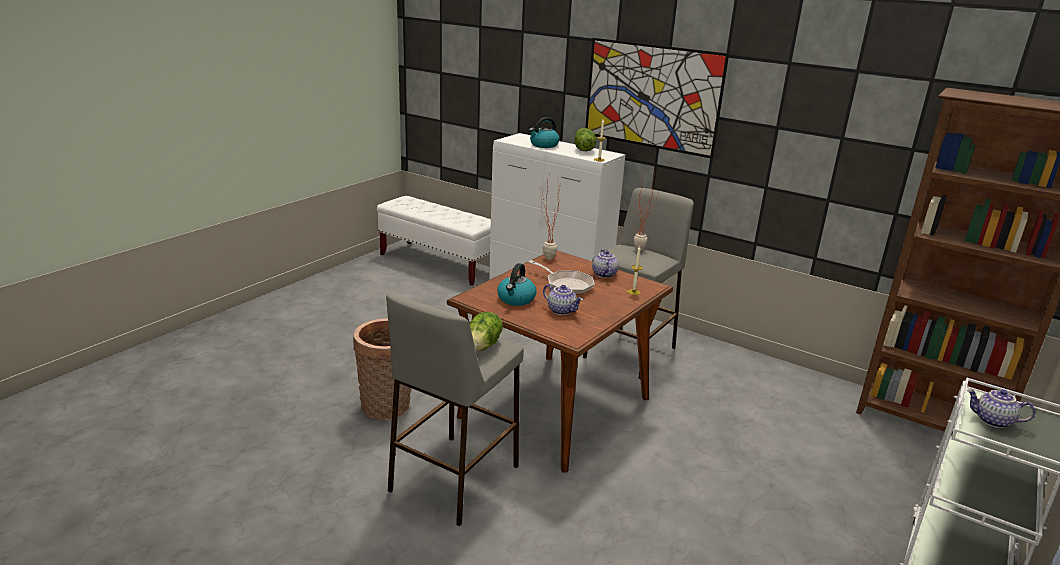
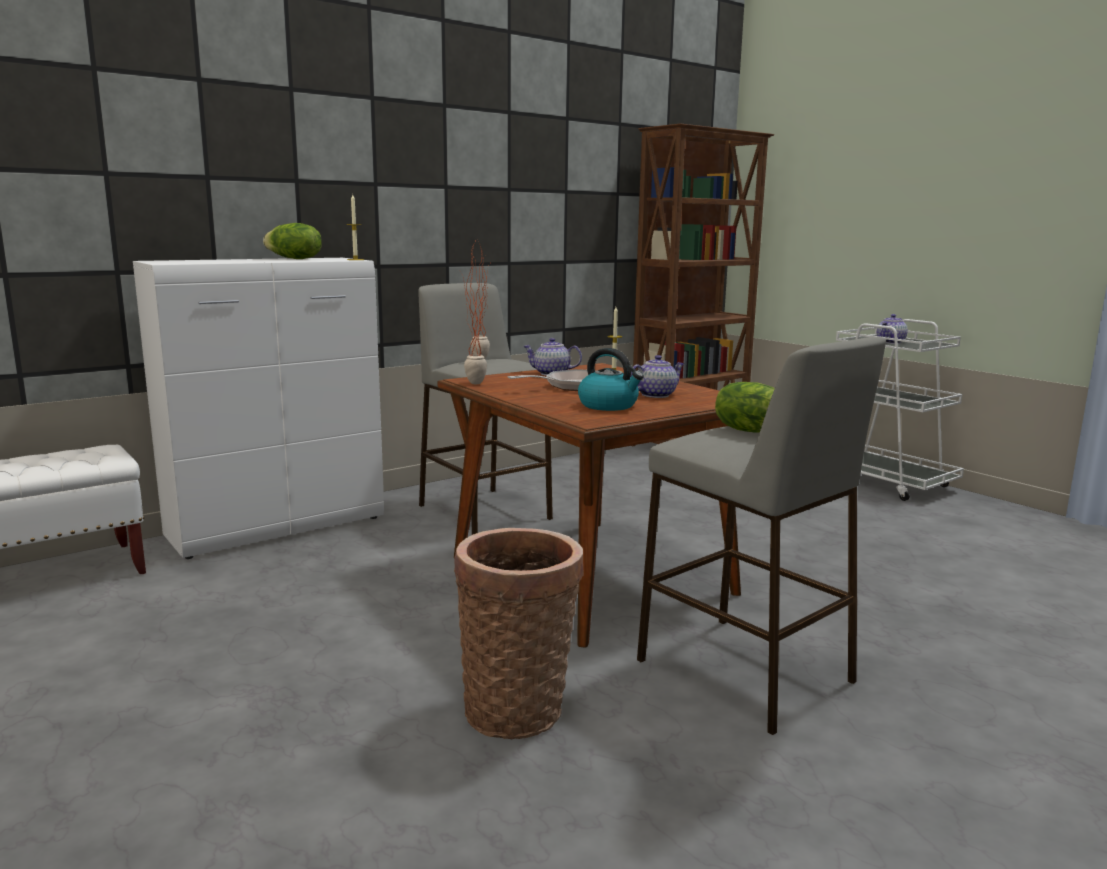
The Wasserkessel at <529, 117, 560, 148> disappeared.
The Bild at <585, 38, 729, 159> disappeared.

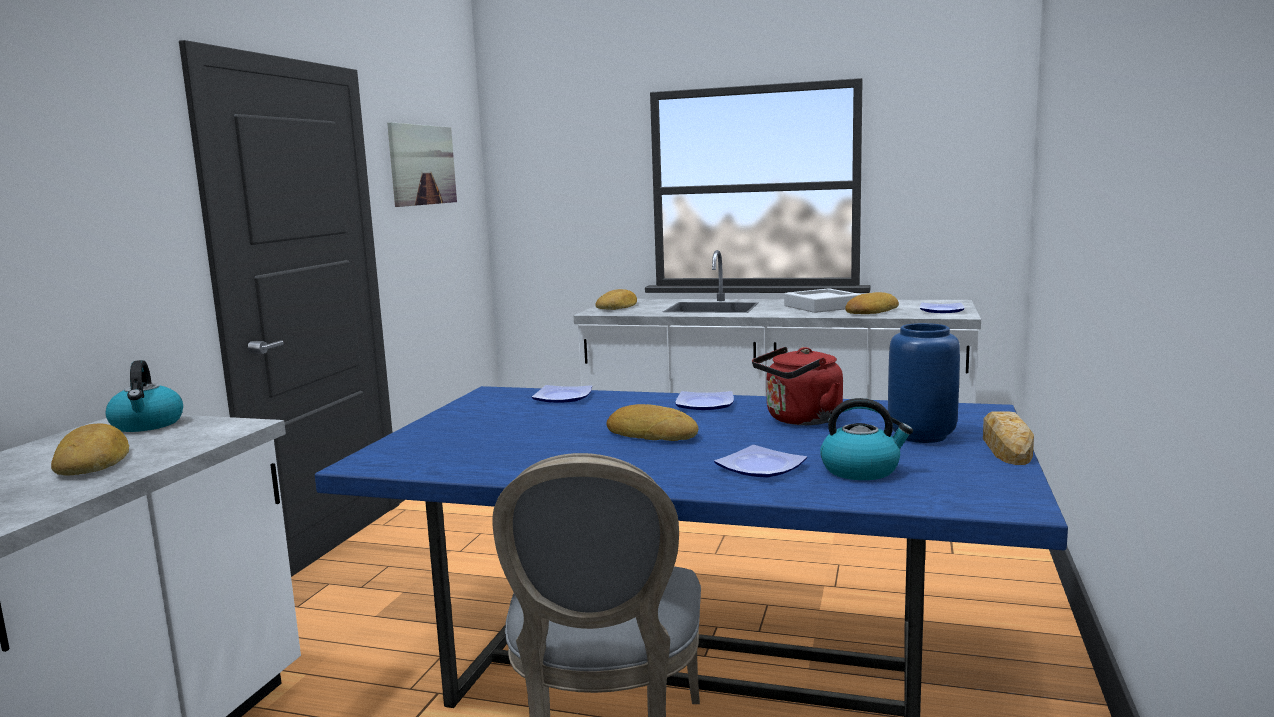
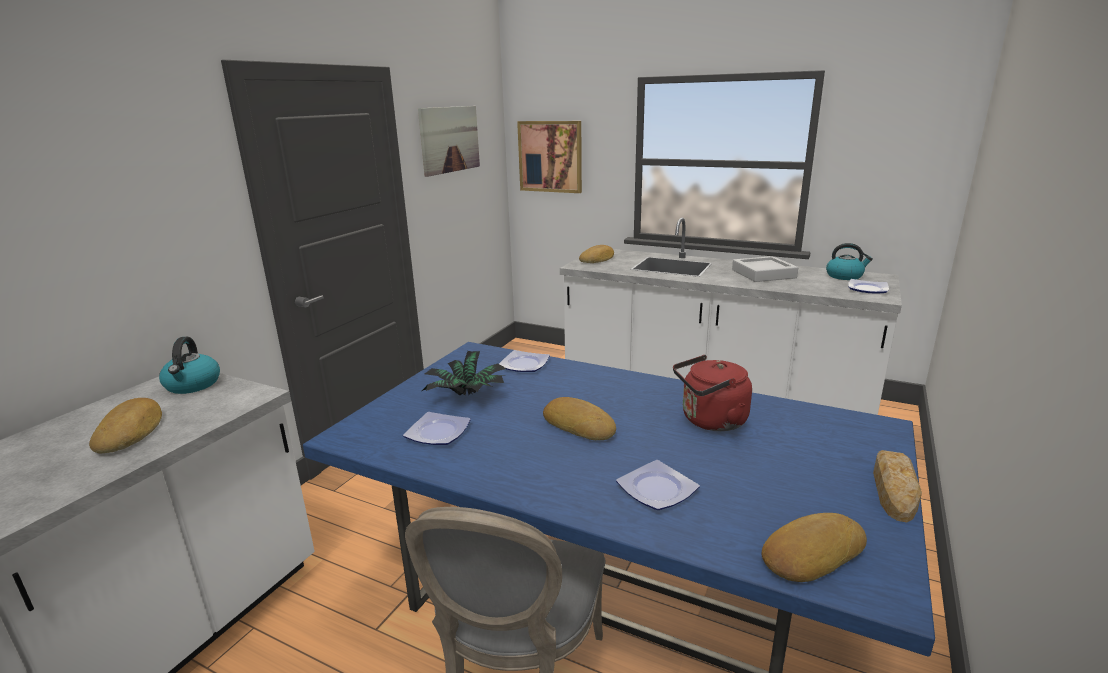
The Teller moved from <676, 391, 734, 410> to <403, 412, 471, 445>.
The Topfpflanze at <422, 351, 507, 395> appeared.
The Bild at <517, 121, 582, 193> appeared.
The Brot moved from <845, 292, 899, 314> to <762, 513, 867, 582>.
The Wasserkessel moved from <820, 398, 913, 480> to <826, 243, 873, 280>.
The Vase/blau at <888, 323, 960, 443> disappeared.

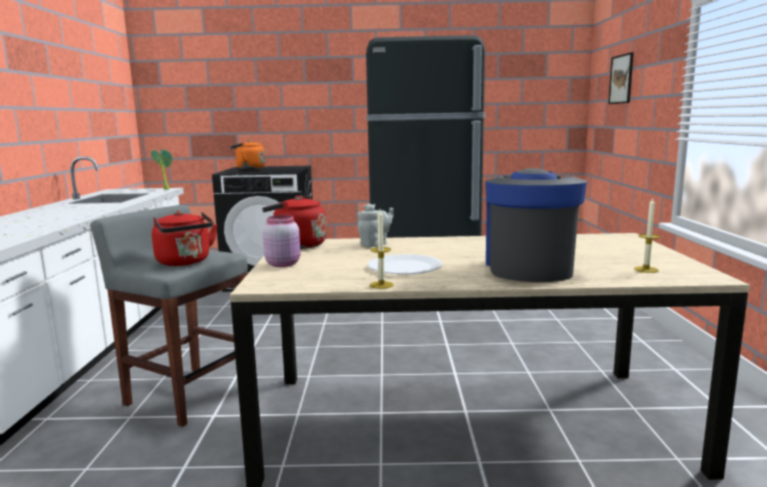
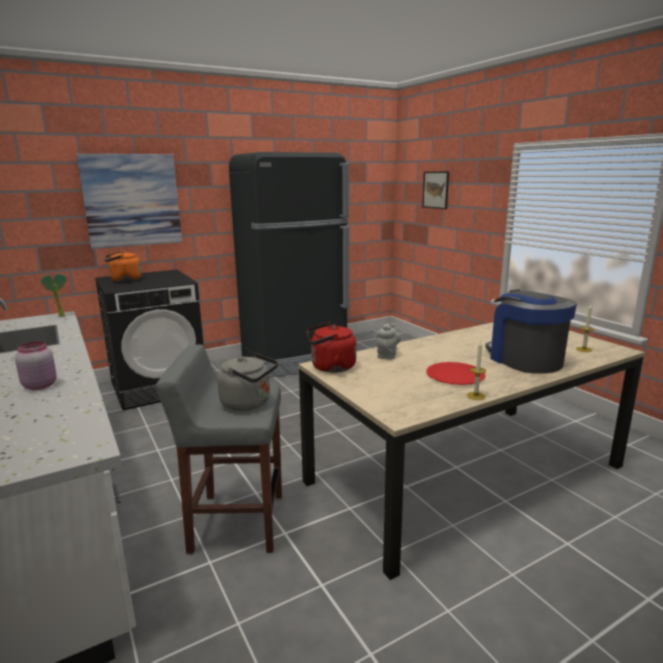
The Vorratsglas/rosa moved from <263, 215, 300, 267> to <15, 341, 57, 390>.
The Bild at <76, 154, 182, 249> appeared.
The Wasserkessel/rot at <152, 211, 217, 266> became the Wasserkessel/grau at <217, 353, 278, 411>.
The Teller/weiß at <367, 254, 442, 275> became the Teller/rot at <426, 362, 485, 385>.

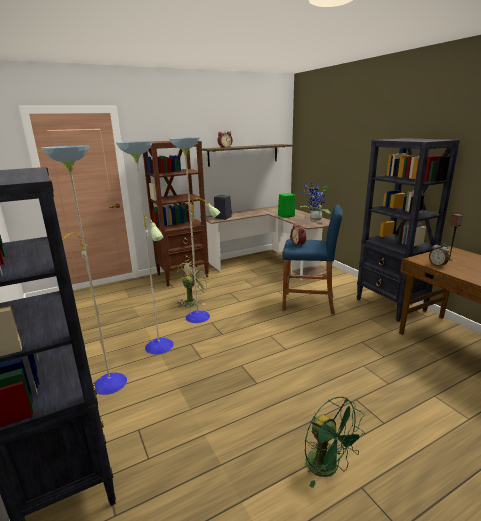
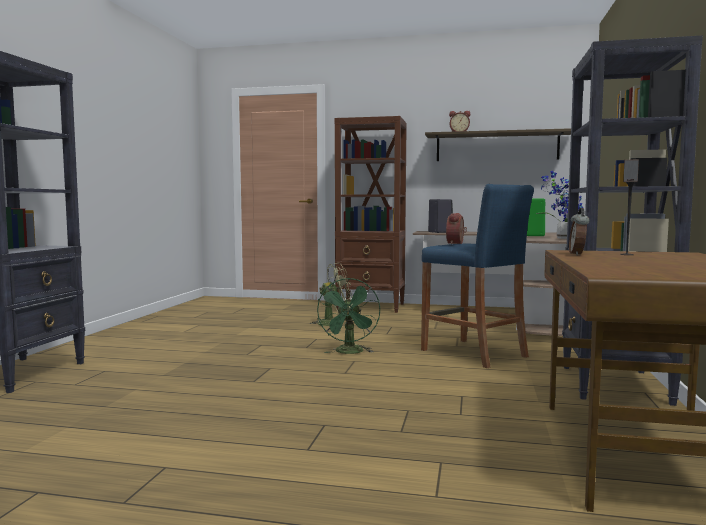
The Ventilator/grün moved from <305, 397, 365, 488> to <317, 278, 380, 354>.
The Stehlampe at <42, 137, 220, 395> disappeared.

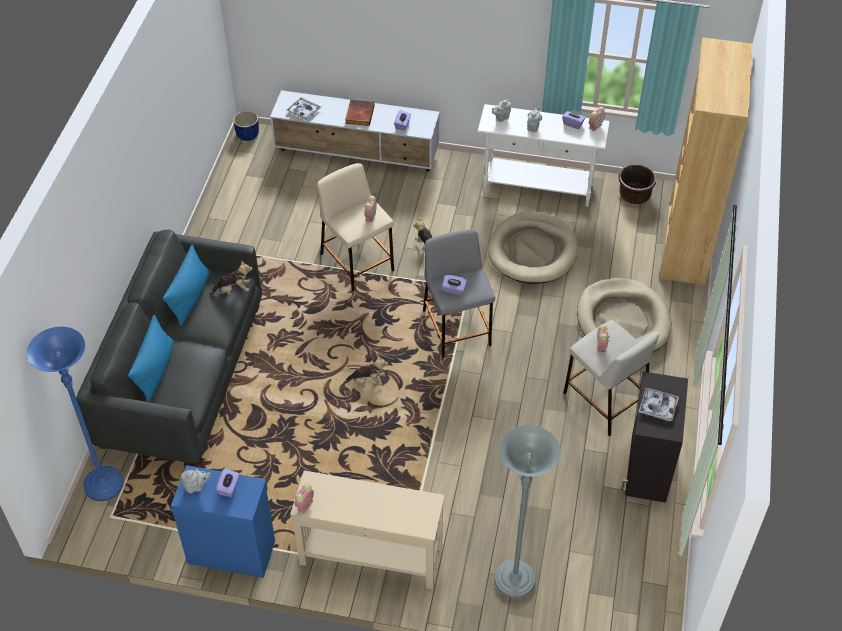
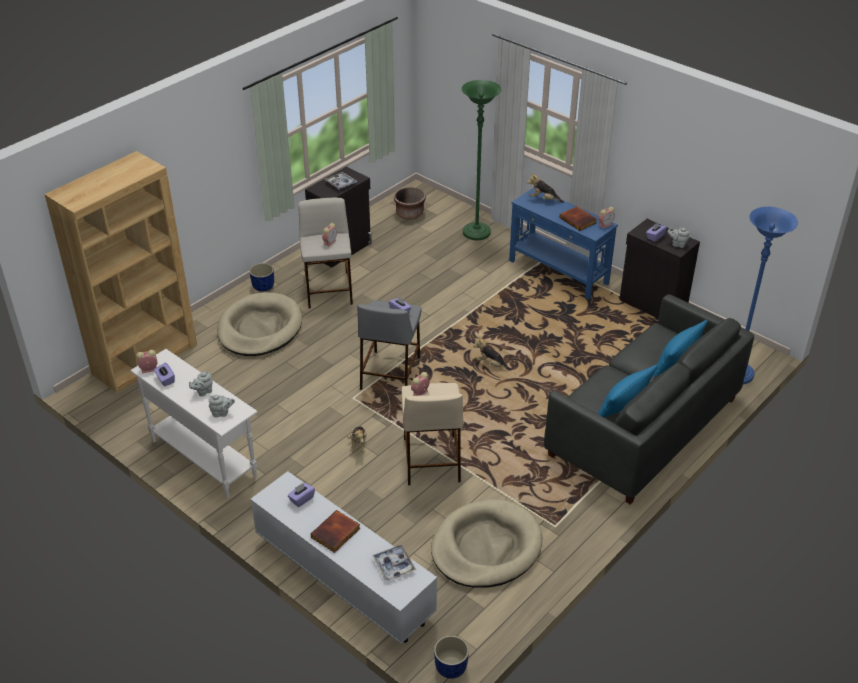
The Pflanzkübel/blau at <249, 263, 274, 292> appeared.
The Pflanzkübel/braun moved from <618, 164, 656, 204> to <394, 187, 426, 220>.
The Hundebett/beige moved from <488, 211, 578, 284> to <431, 499, 542, 588>.
The Stehlampe/grau at <494, 425, 561, 598> became the Stehlampe/grün at <462, 80, 501, 240>.
The Konsolentisch/beige at <290, 470, 445, 589> became the Konsolentisch/blau at <509, 187, 618, 300>.
The Plüschtier moved from <209, 261, 252, 295> to <527, 173, 564, 203>.
The Buch at <560, 206, 597, 231> appeared.
The Schrank/blau at <171, 465, 275, 578> became the Schrank/schwarz at <619, 219, 700, 319>.

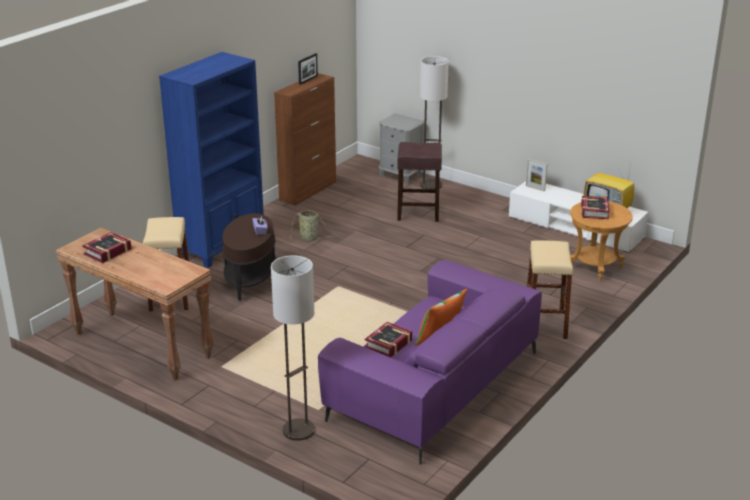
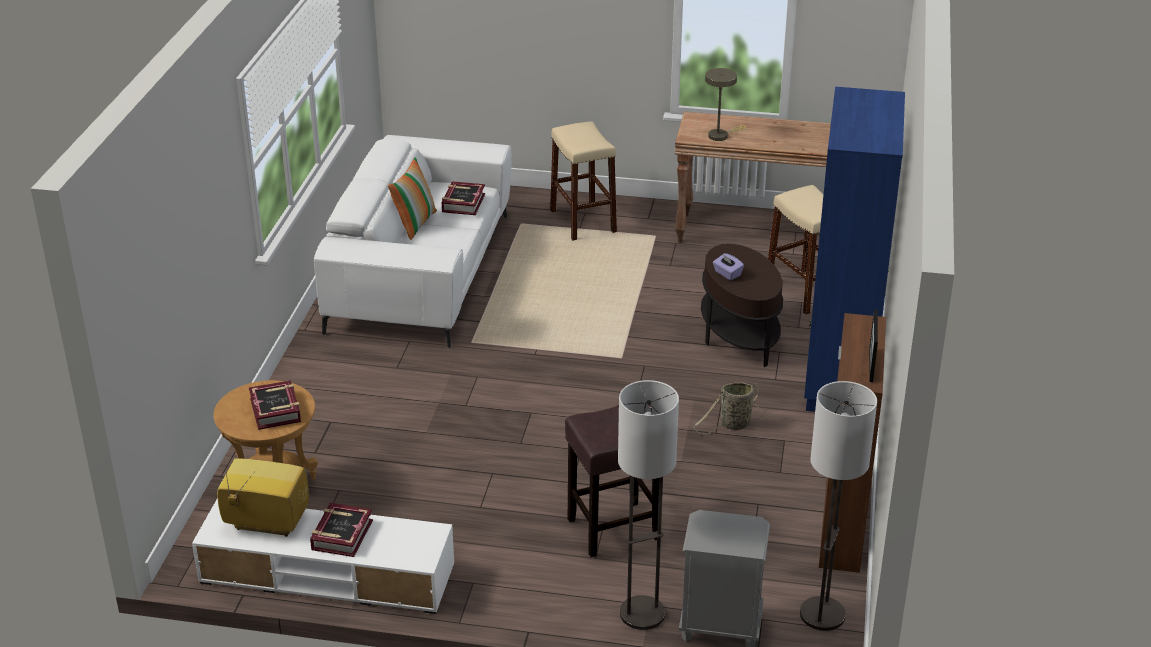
The Buch moved from <82, 232, 132, 263> to <310, 503, 373, 557>.
The Sofa/lila at <318, 260, 542, 465> became the Sofa/weiß at <314, 135, 512, 348>.
The Hocker/beige moved from <527, 240, 573, 339> to <550, 121, 617, 241>.
The Tischlampe/beige at <705, 68, 746, 141> appeared.
The Stehlampe moved from <271, 255, 315, 441> to <800, 381, 877, 631>.
The Bilderrahmen at <526, 159, 547, 191> disappeared.

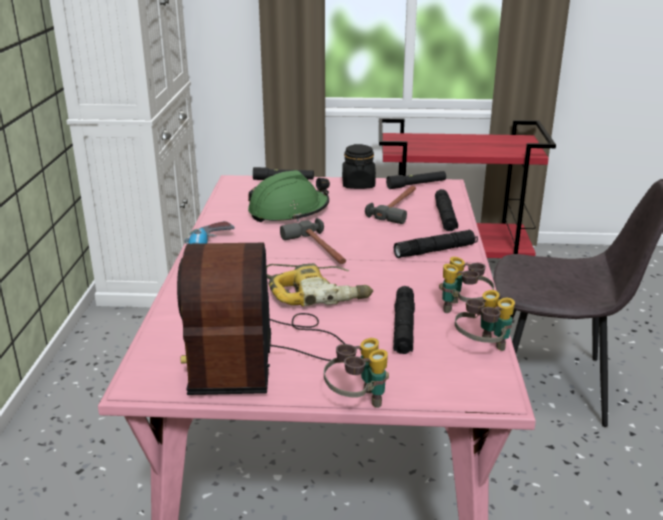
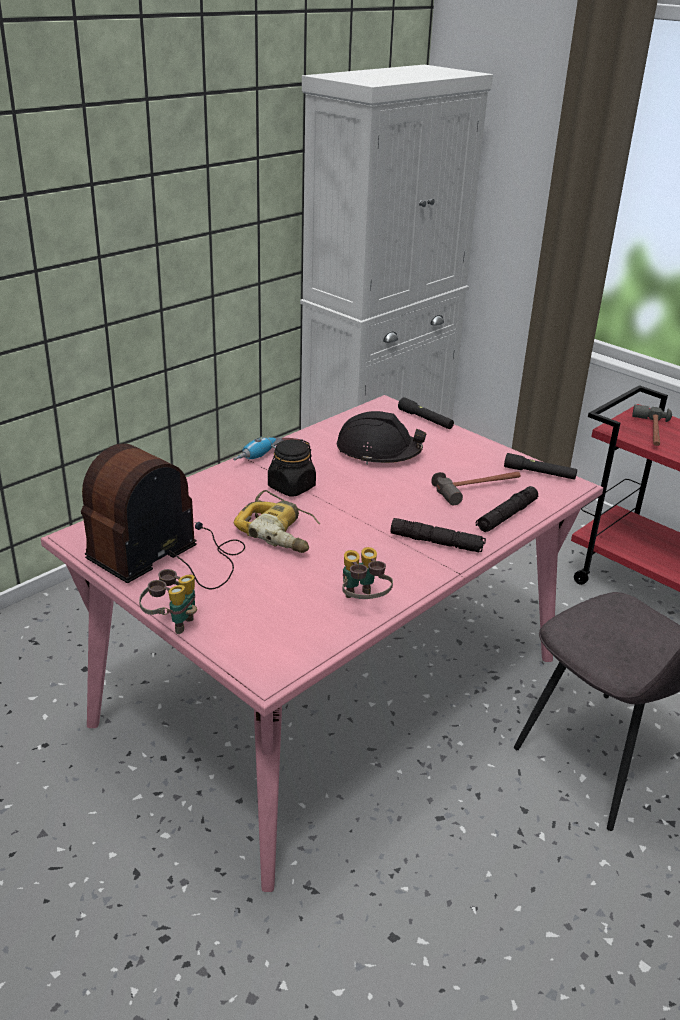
The Vorratsglas/schwarz moved from <342, 144, 376, 189> to <268, 439, 316, 497>.
The Schutzhelm/grün at <248, 170, 330, 222> became the Schutzhelm/schwarz at <337, 411, 426, 464>.
The Hammer moved from <280, 218, 346, 264> to <632, 405, 672, 446>.
The Taschenlampe/schwarz at <393, 286, 415, 354> disappeared.
The Fernglas at <455, 290, 515, 351> disappeared.

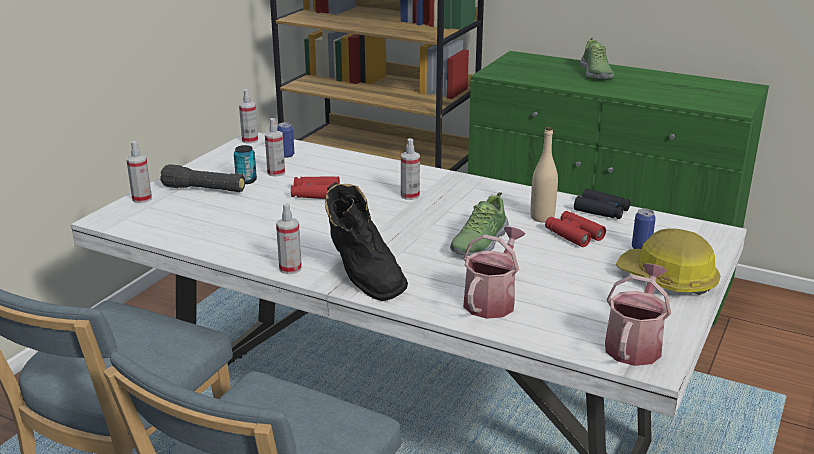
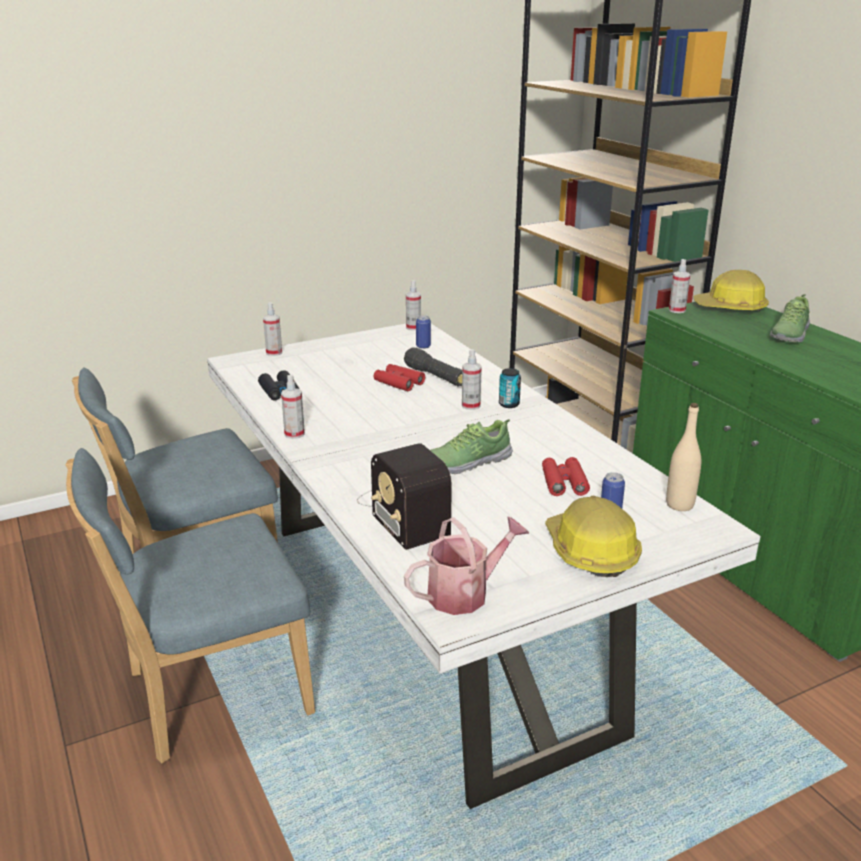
The Fernglas/schwarz moved from <574, 188, 630, 219> to <258, 370, 299, 400>.
The Gießkanne at <463, 226, 526, 319> was replaced by the Radio at <357, 443, 452, 550>.
The Taschenlampe/schwarz moved from <160, 164, 245, 192> to <404, 347, 462, 386>.
The Dose moved from <234, 145, 257, 184> to <499, 368, 521, 408>.
The Flasche/beige moved from <531, 127, 558, 222> to <666, 403, 701, 511>.
The Sprühflasche moved from <265, 118, 285, 177> to <669, 259, 691, 313>.
The Schutzhelm at <694, 270, 769, 312> appeared.
The Stiefel/schwarz at <325, 182, 408, 301> disappeared.

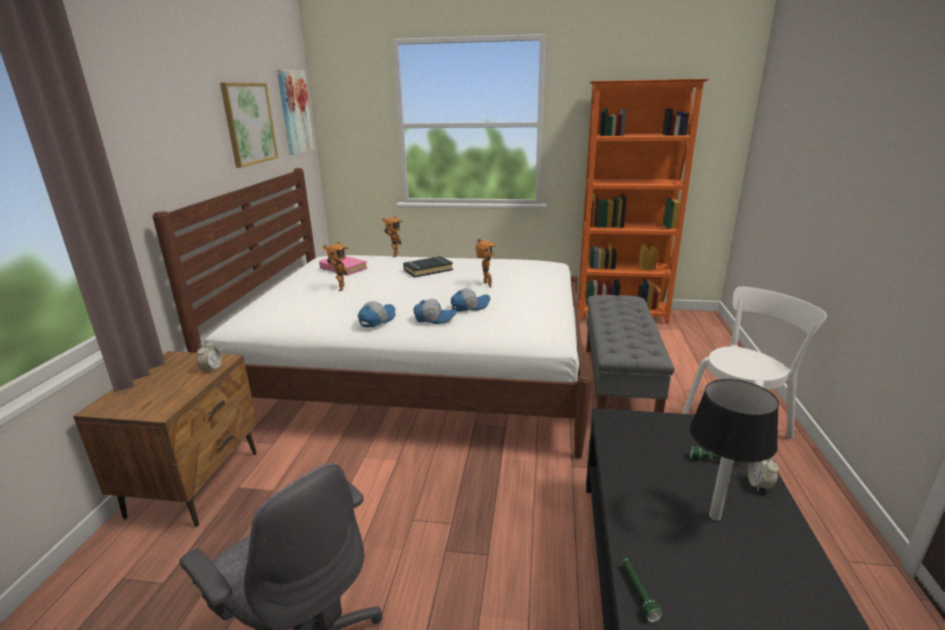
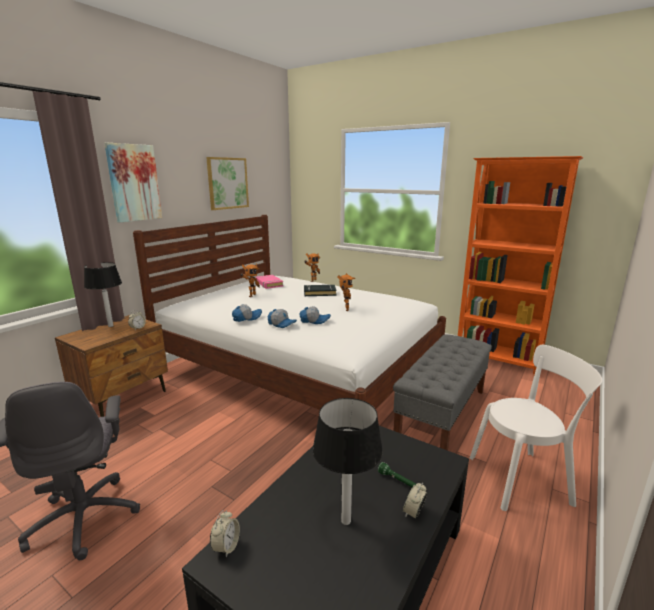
The Tischlampe at <84, 262, 122, 327> appeared.
The Bild moved from <277, 69, 315, 155> to <104, 143, 162, 223>.
The Taschenlampe/grün at <622, 557, 663, 622> was replaced by the Wecker at <210, 510, 240, 558>.

